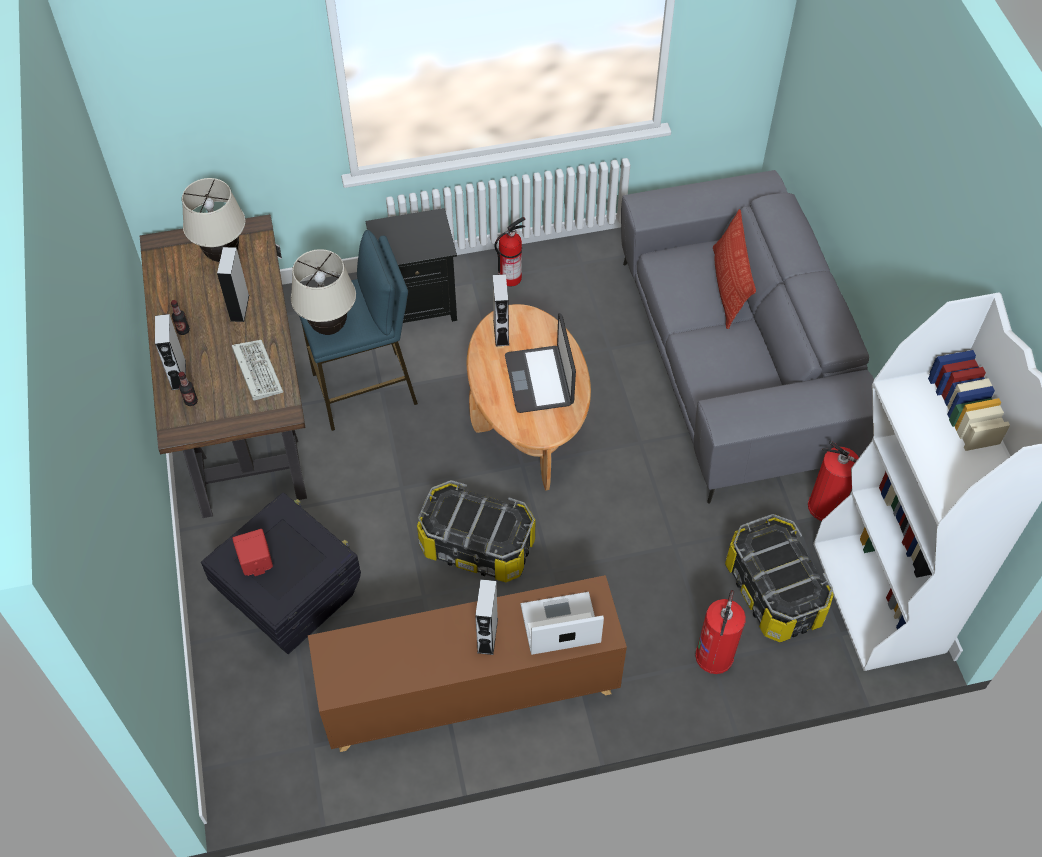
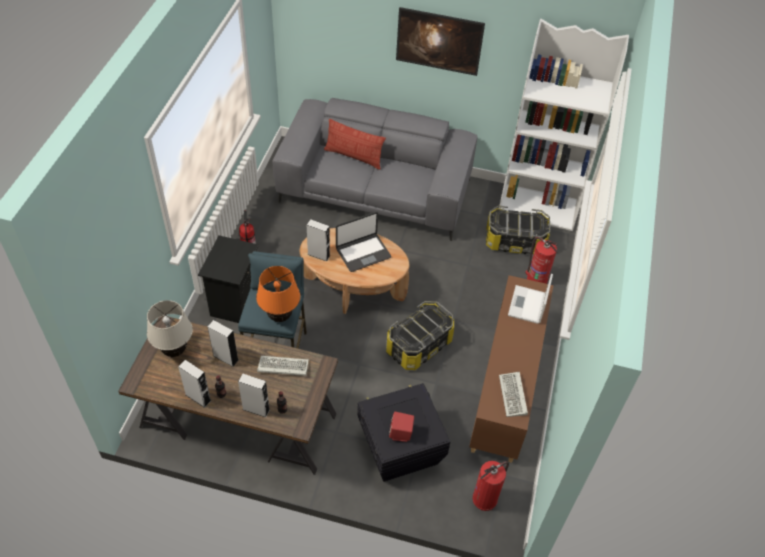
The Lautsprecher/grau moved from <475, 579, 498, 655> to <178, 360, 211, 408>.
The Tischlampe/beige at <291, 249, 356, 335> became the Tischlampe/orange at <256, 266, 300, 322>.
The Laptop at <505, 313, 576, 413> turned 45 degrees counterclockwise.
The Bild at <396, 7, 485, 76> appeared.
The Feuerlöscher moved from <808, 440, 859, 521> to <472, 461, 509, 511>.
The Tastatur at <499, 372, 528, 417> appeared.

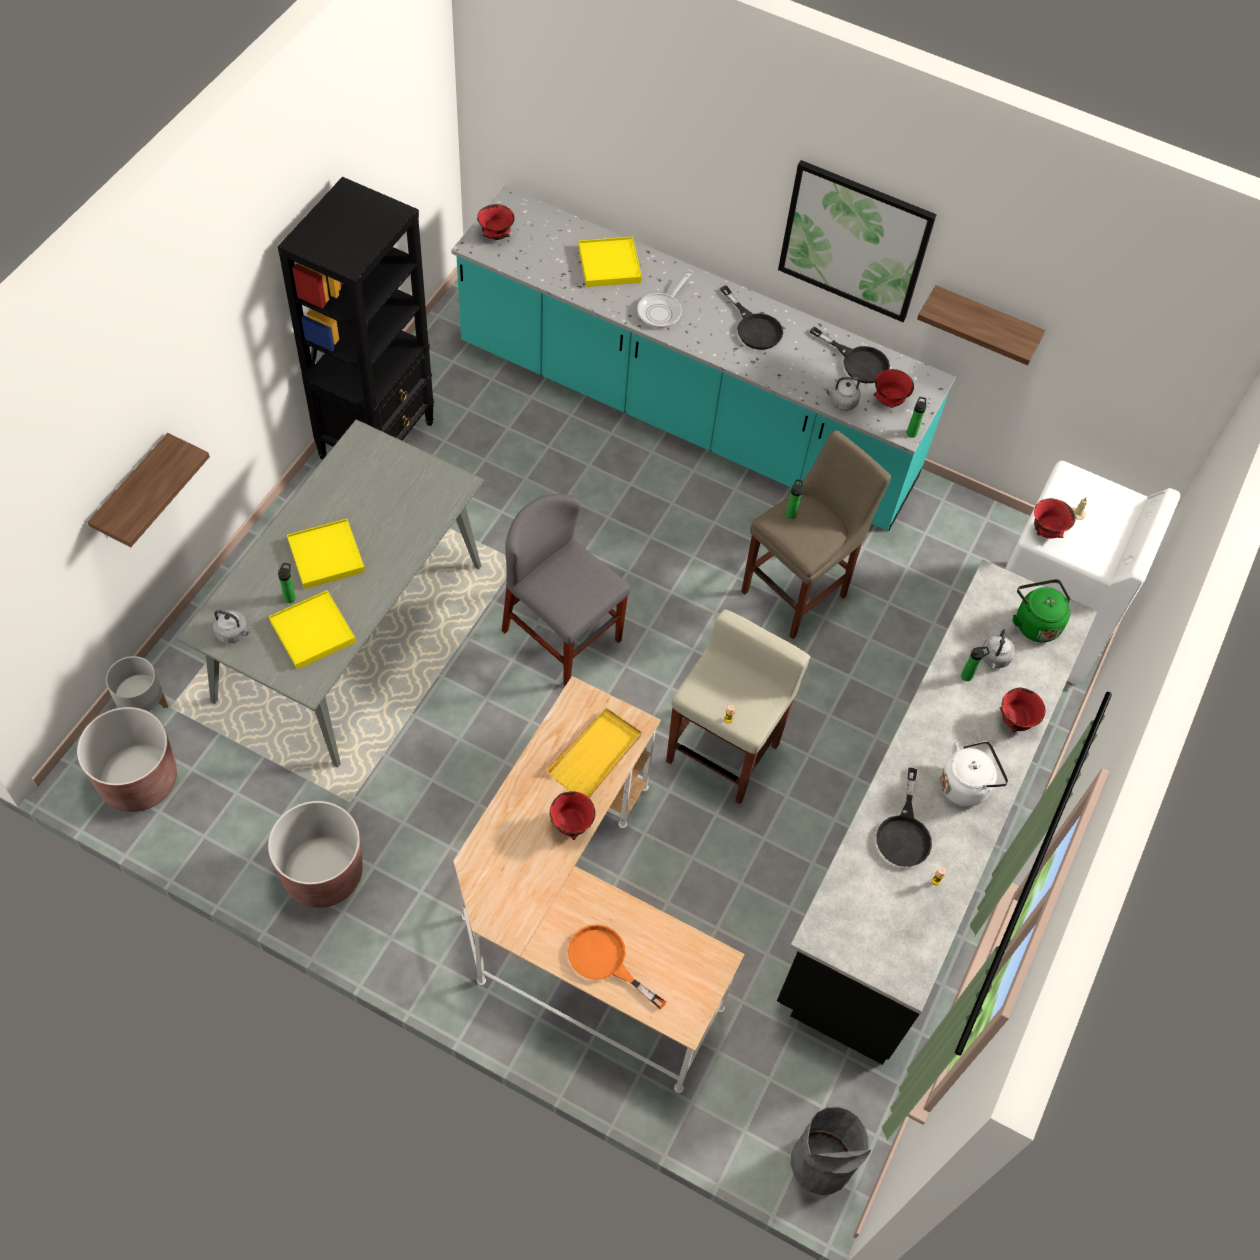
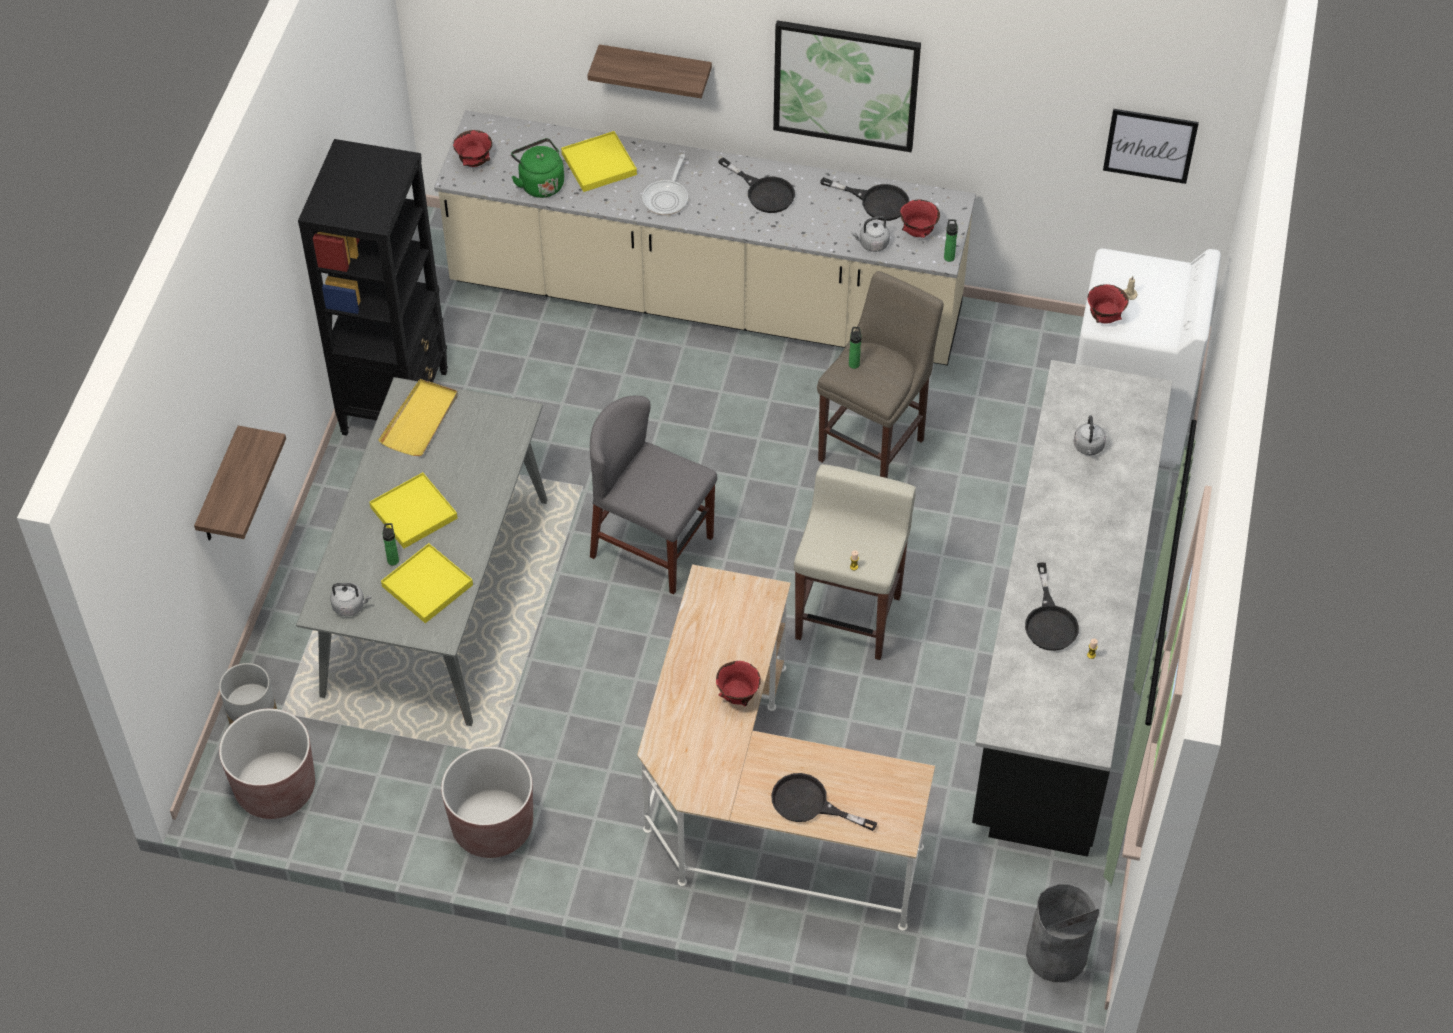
The Tablett/gelb moved from <546, 708, 642, 798> to <378, 379, 458, 456>.
The Küchenzeile/türkis at <451, 186, 956, 531> became the Küchenzeile/beige at <434, 110, 976, 365>.
The Wasserkessel/grün moved from <1012, 579, 1070, 642> to <511, 138, 564, 198>.
The Wandregal moved from <917, 285, 1045, 365> to <587, 44, 712, 98>.
The Pfanne/orange at <568, 924, 666, 1009> became the Pfanne/schwarz at <771, 773, 877, 831>.
The Bild at <1103, 109, 1199, 184> appeared.
The Wasserkessel/weiß at <940, 740, 1008, 807> disappeared.
The Flasche at <961, 647, 990, 681> disappeared.
The Schüssel/rot at <999, 688, 1046, 733> disappeared.

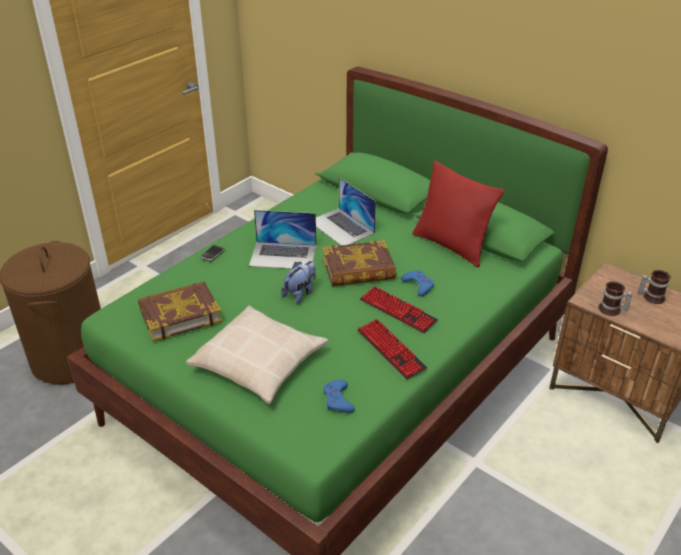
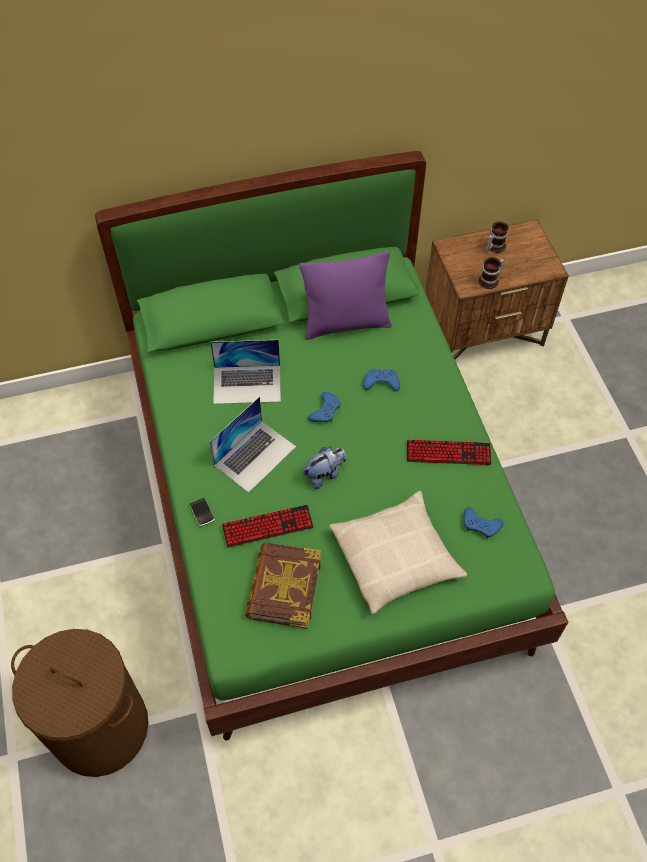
The Tastatur moved from <360, 286, 438, 333> to <222, 505, 313, 547>.
The Kissen/rot at <413, 160, 504, 267> became the Kissen/lila at <299, 251, 392, 340>.
The Plüschtier at <281, 261, 316, 304> turned 75 degrees clockwise.
The Buch at <323, 240, 396, 286> was replaced by the Gamepad/blau at <308, 392, 341, 422>.

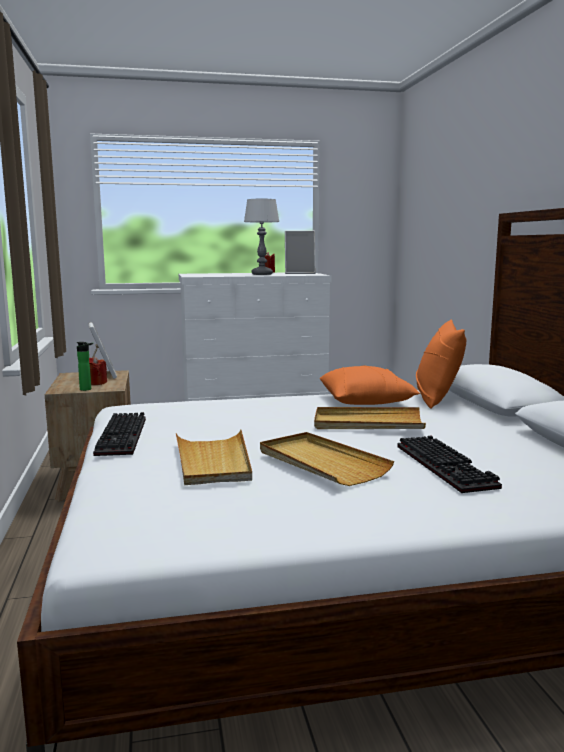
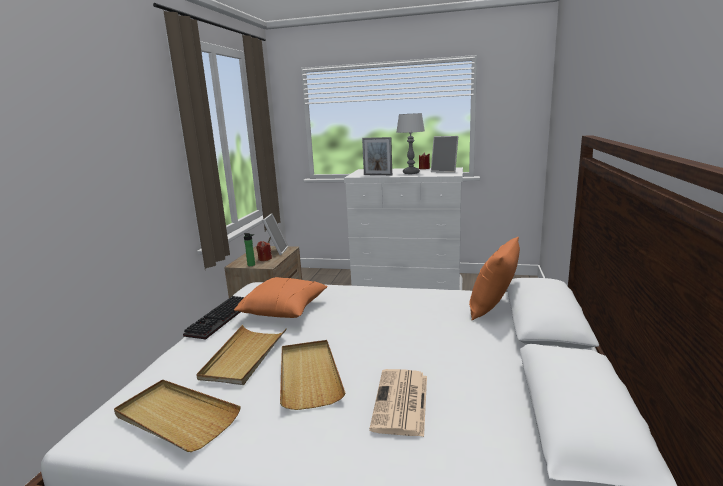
The Tablett/beige moved from <314, 407, 426, 429> to <114, 379, 241, 452>.
The Kissen/orange moved from <320, 365, 420, 405> to <234, 277, 328, 318>.
The Bilderrahmen at <362, 137, 392, 175> appeared.
The Tastatur at <397, 435, 502, 493> was replaced by the Zeitung at <369, 369, 427, 437>.

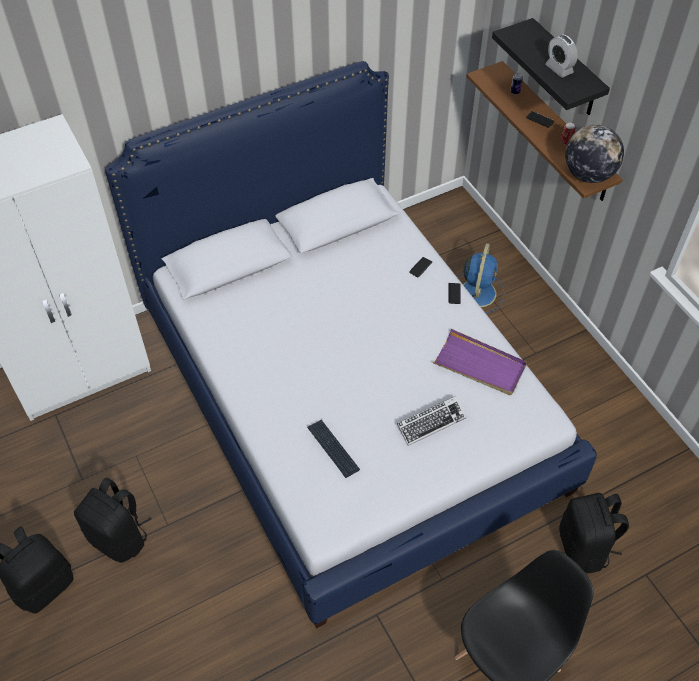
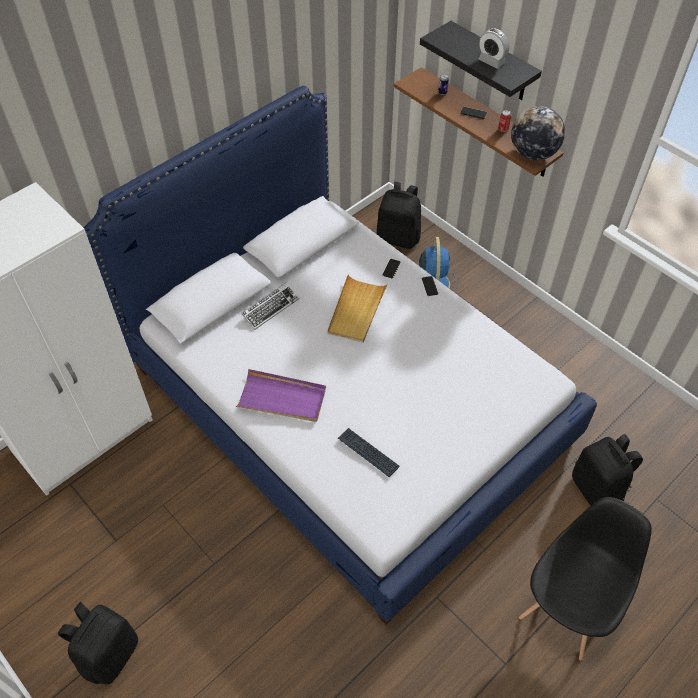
The Tablett/lila moved from <433, 329, 527, 395> to <236, 369, 326, 422>.
The Tastatur moved from <397, 396, 466, 446> to <241, 282, 300, 330>.
The Tablett/beige at <327, 275, 388, 343> appeared.
The Rucksack/schwarz moved from <74, 478, 151, 563> to <377, 182, 421, 249>.

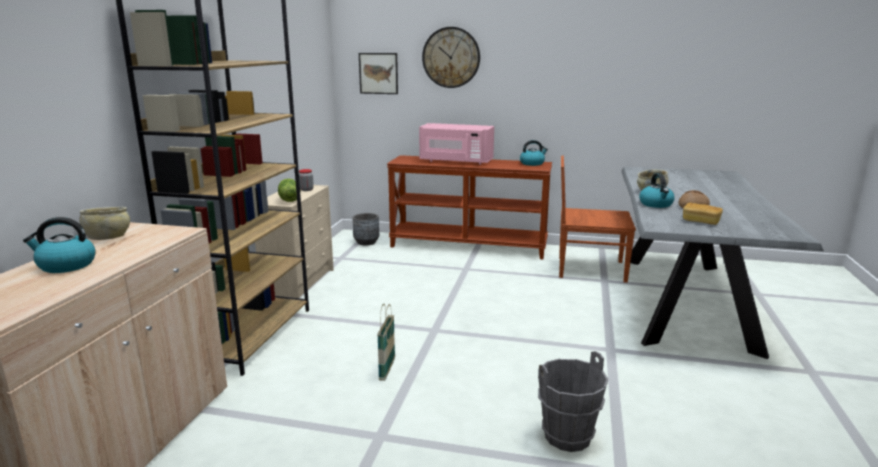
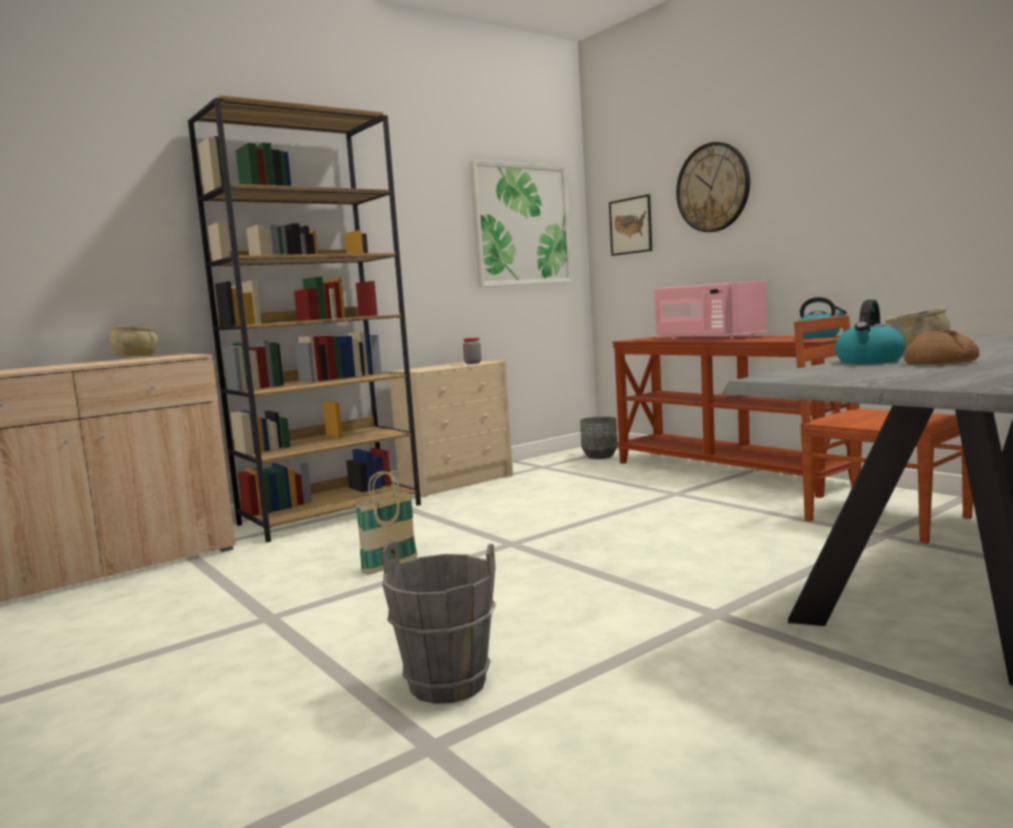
The Bild at <470, 160, 573, 287> appeared.
The Wasserkessel at <23, 217, 96, 273> disappeared.
The Salatkopf at <278, 178, 297, 202> disappeared.
The Brot at <683, 203, 723, 225> disappeared.

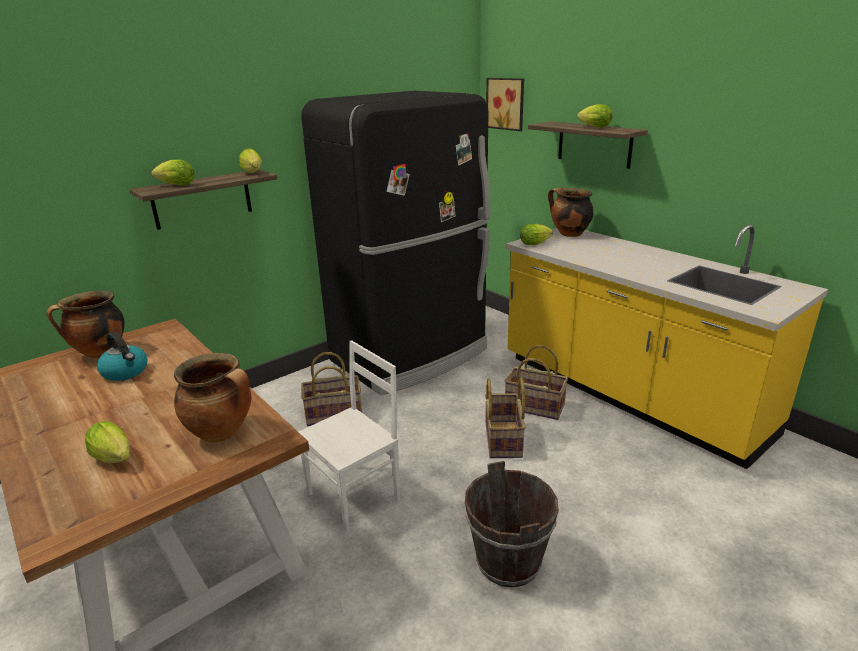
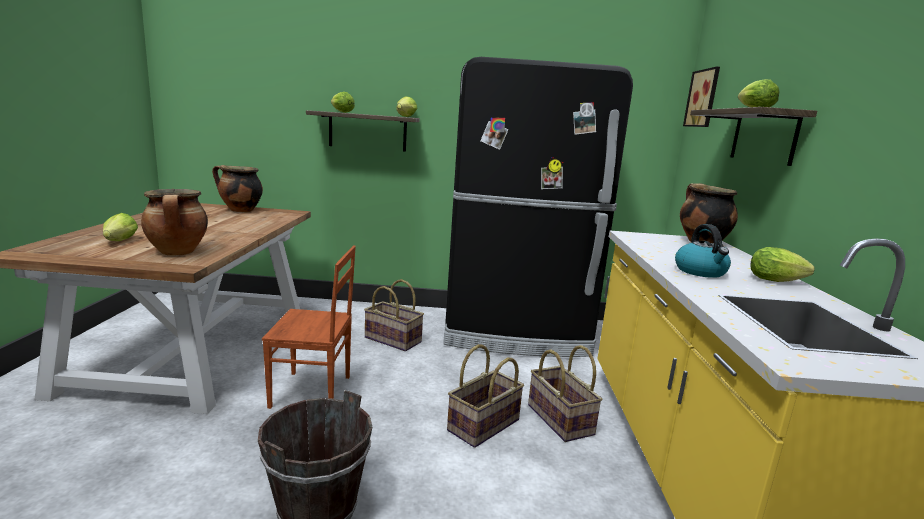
The Stuhl/weiß at <298, 340, 400, 533> became the Stuhl/braun at <262, 245, 356, 409>.
The Wasserkessel moved from <97, 332, 147, 381> to <675, 224, 731, 278>.
The Salatkopf moved from <520, 224, 553, 245> to <751, 247, 815, 282>.

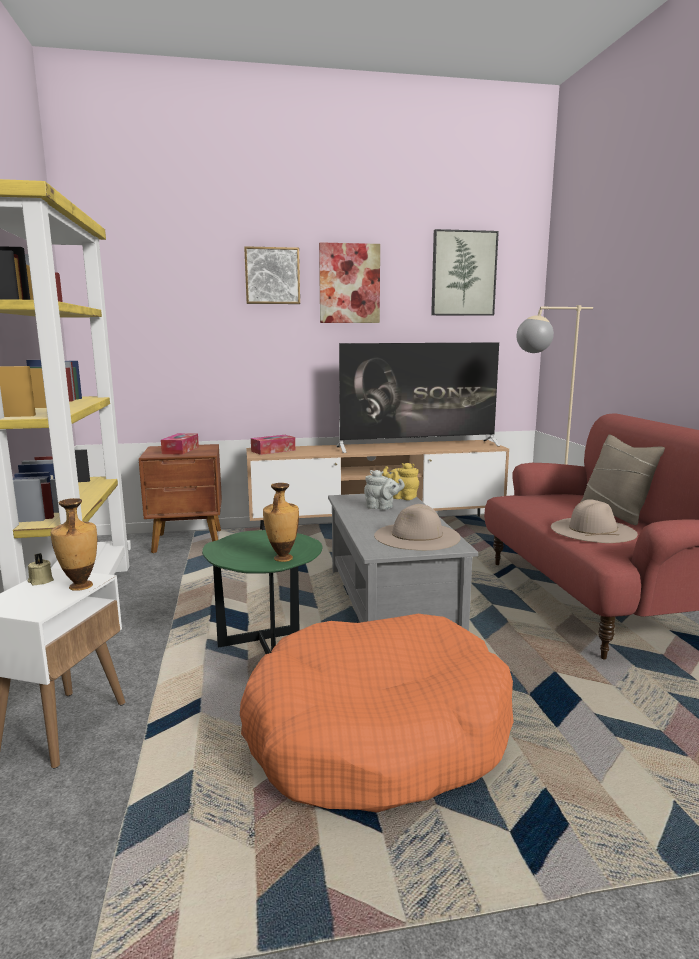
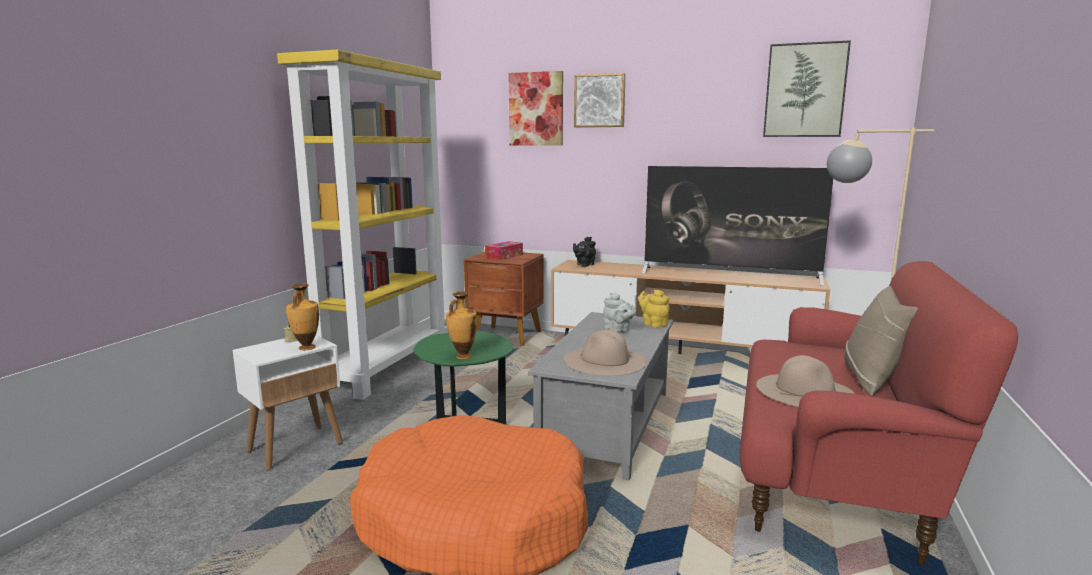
The Bild moved from <319, 242, 380, 323> to <509, 71, 563, 146>.
The Taschentuchbox at <251, 435, 295, 455> was replaced by the Teekanne/schwarz at <573, 237, 596, 266>.

